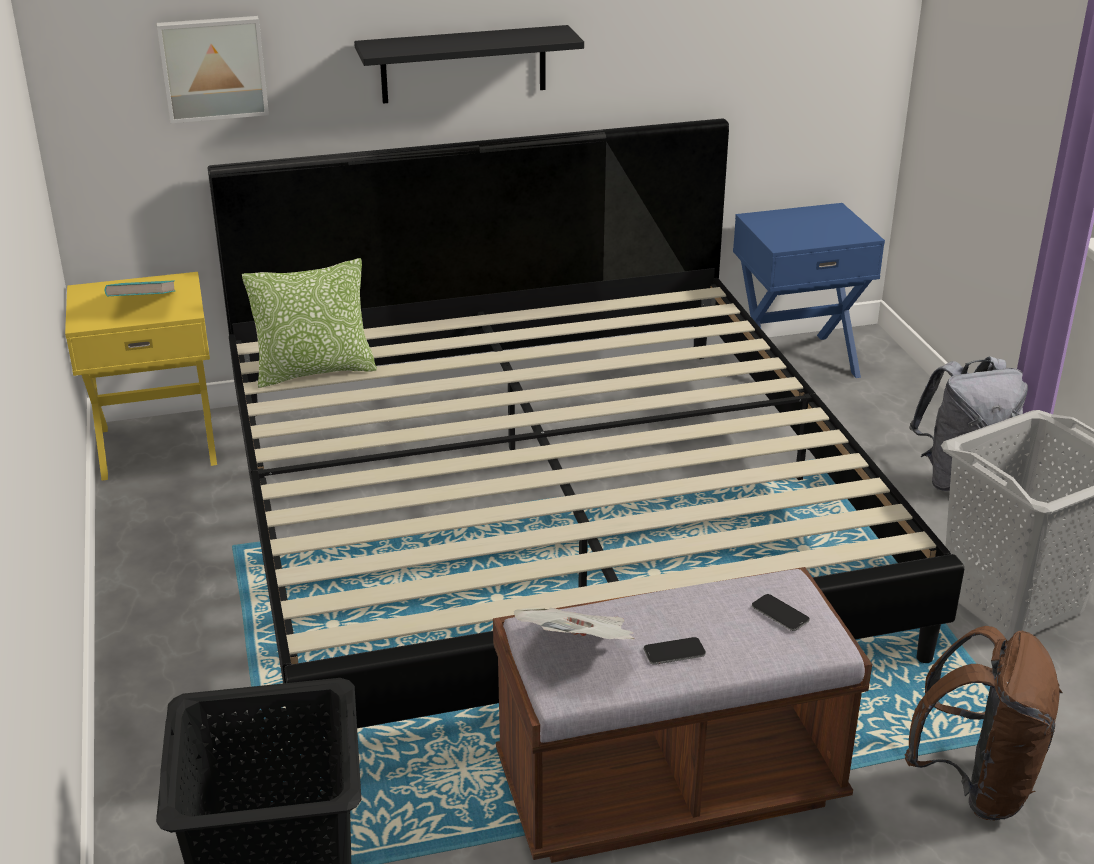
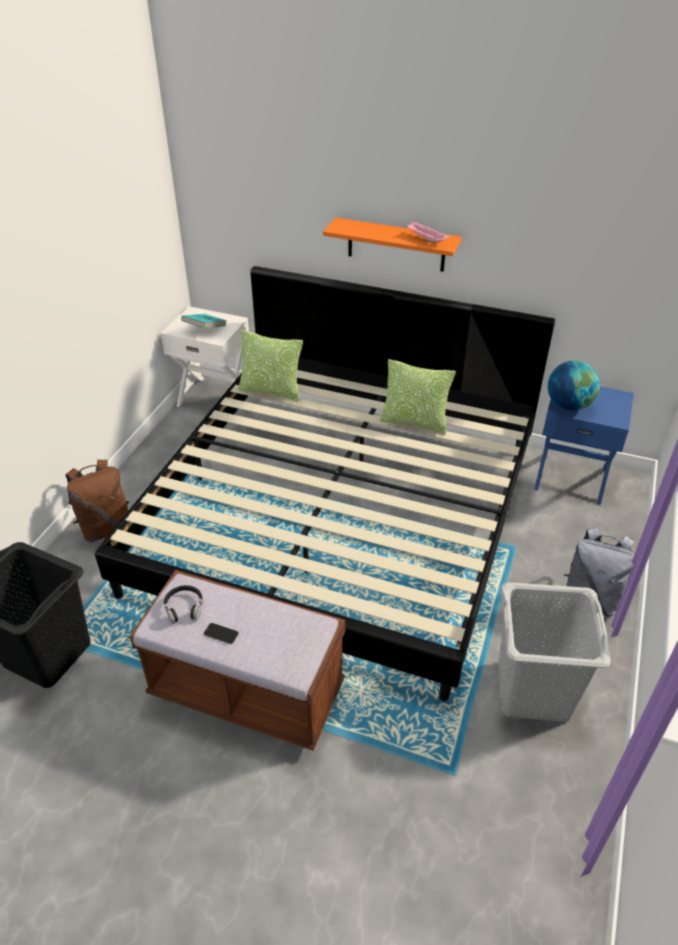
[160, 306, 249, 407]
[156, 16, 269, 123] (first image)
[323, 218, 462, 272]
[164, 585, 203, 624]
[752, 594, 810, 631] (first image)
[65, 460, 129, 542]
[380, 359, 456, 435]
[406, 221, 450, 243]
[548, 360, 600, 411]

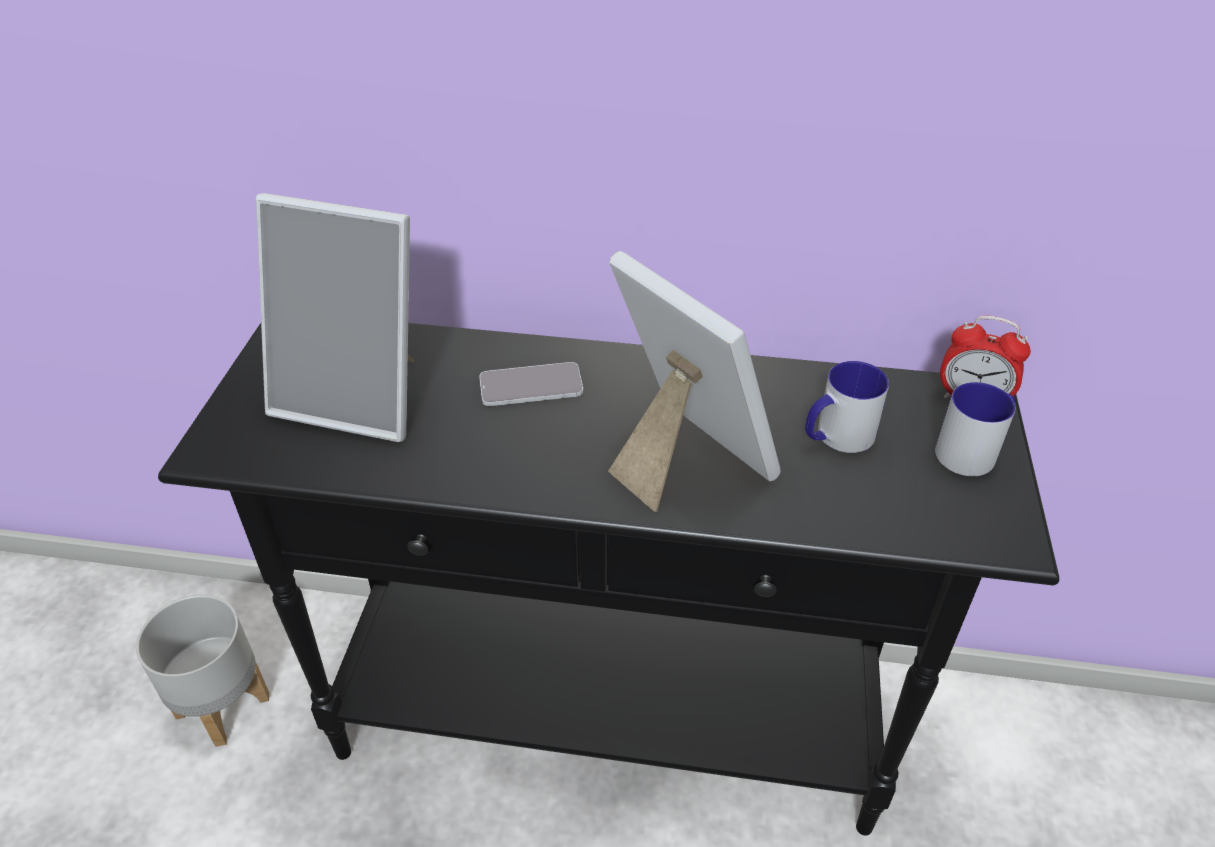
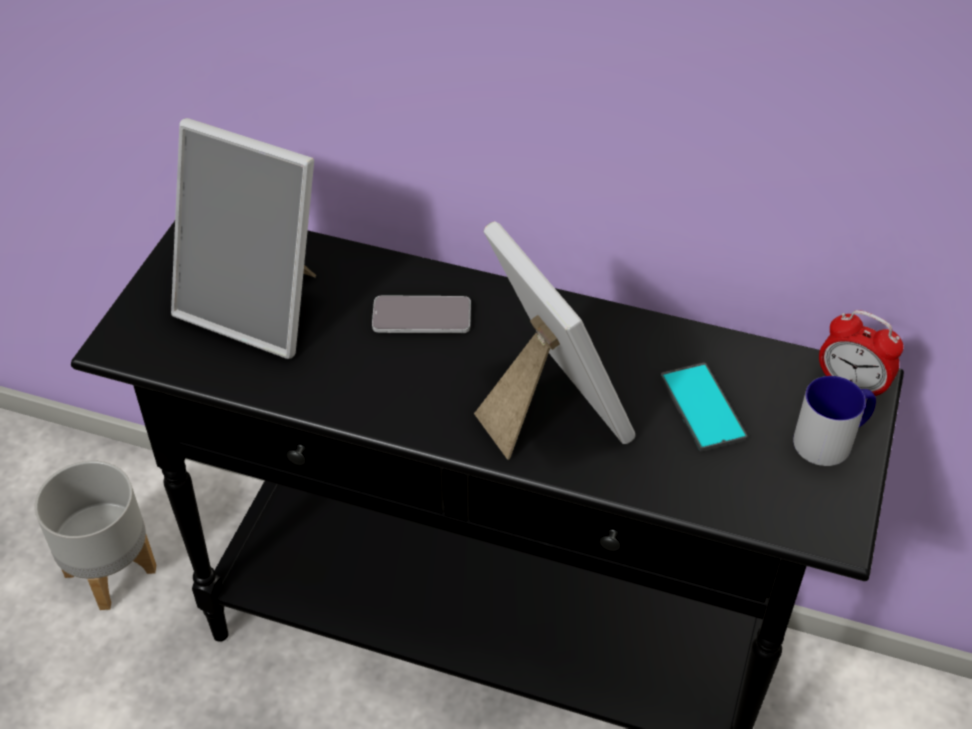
[660, 363, 747, 452]

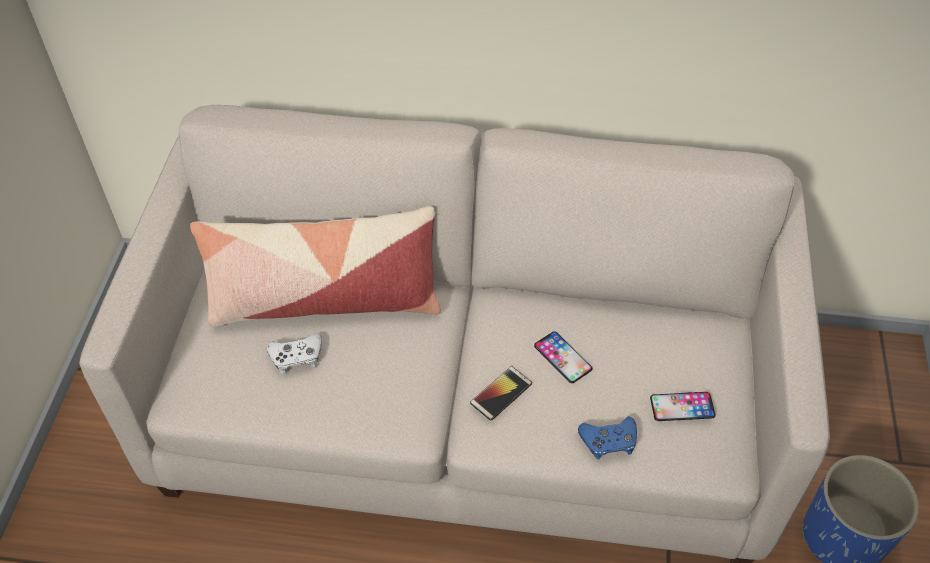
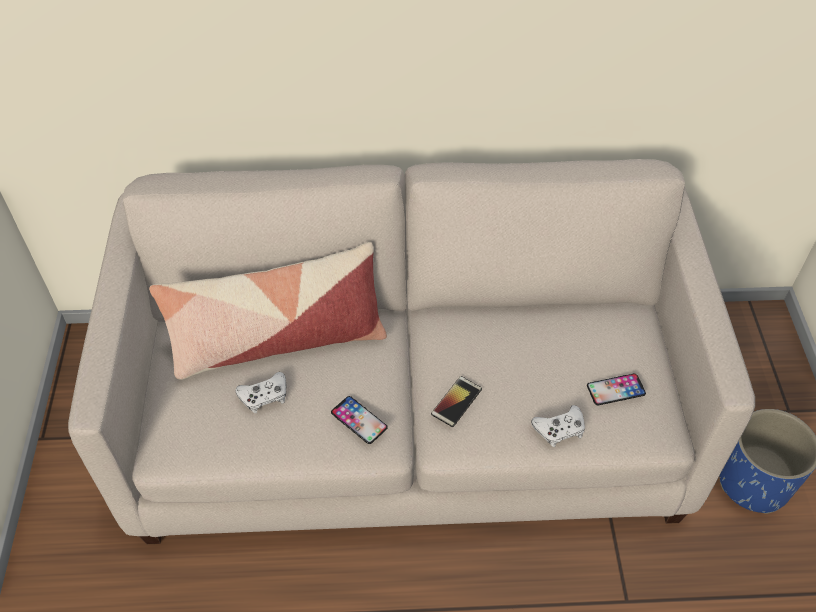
[331, 396, 388, 444]
[531, 405, 585, 447]

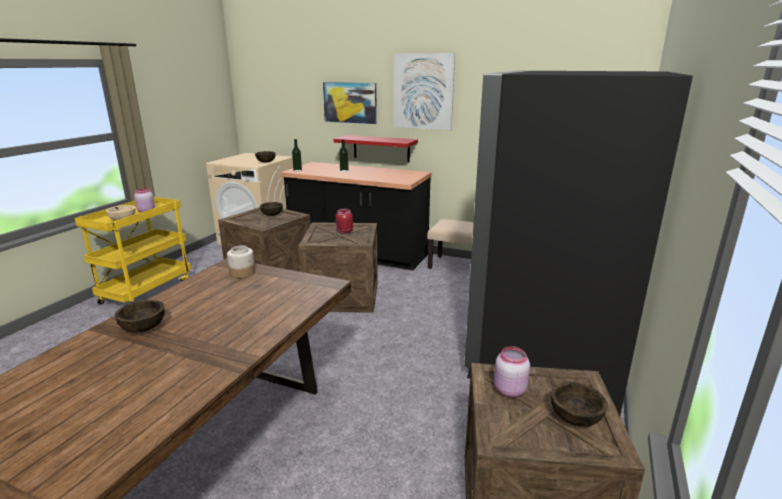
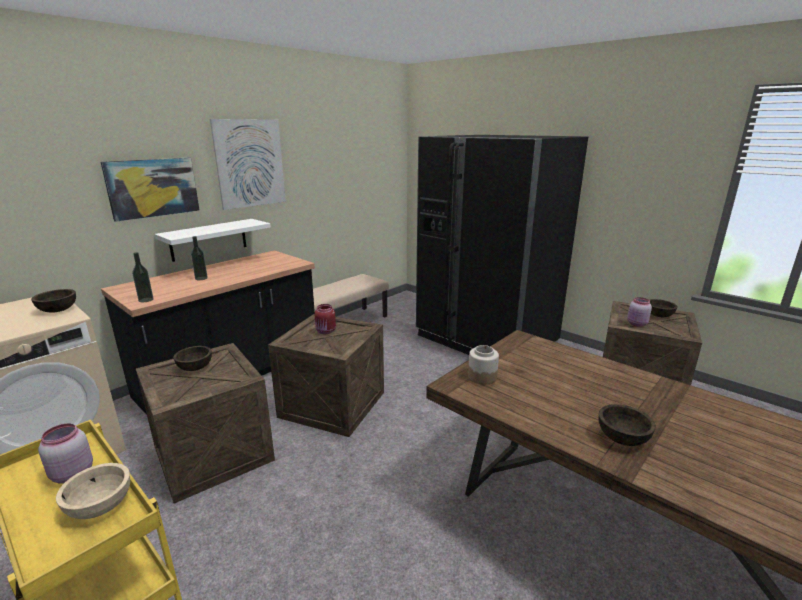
[155, 219, 271, 262]

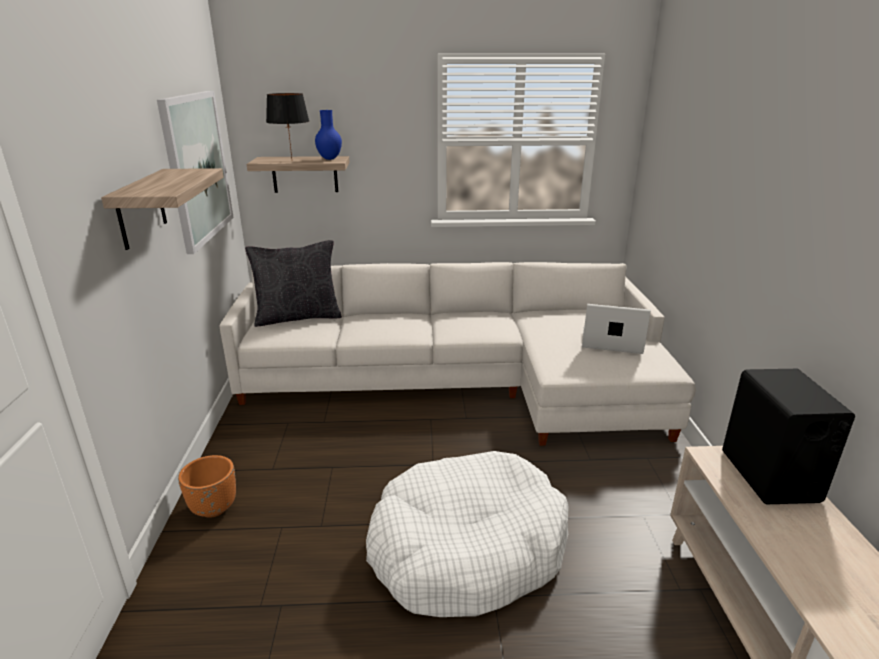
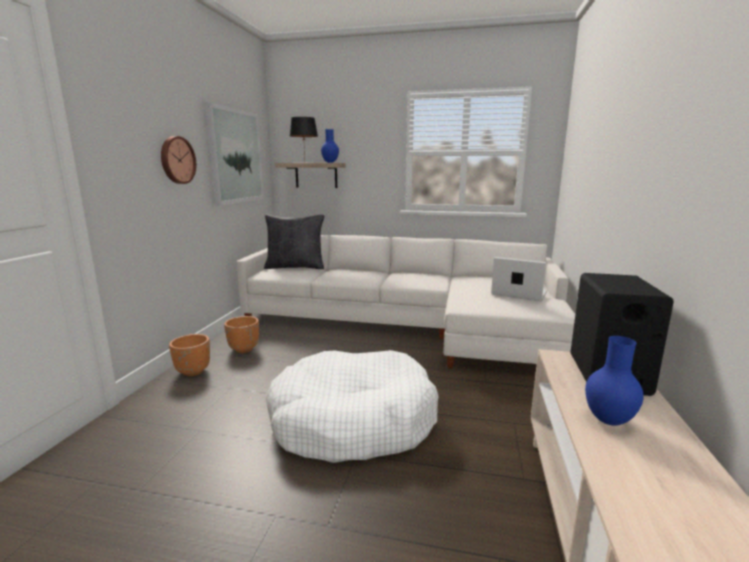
[161, 136, 196, 184]
[224, 316, 259, 353]
[585, 336, 644, 425]

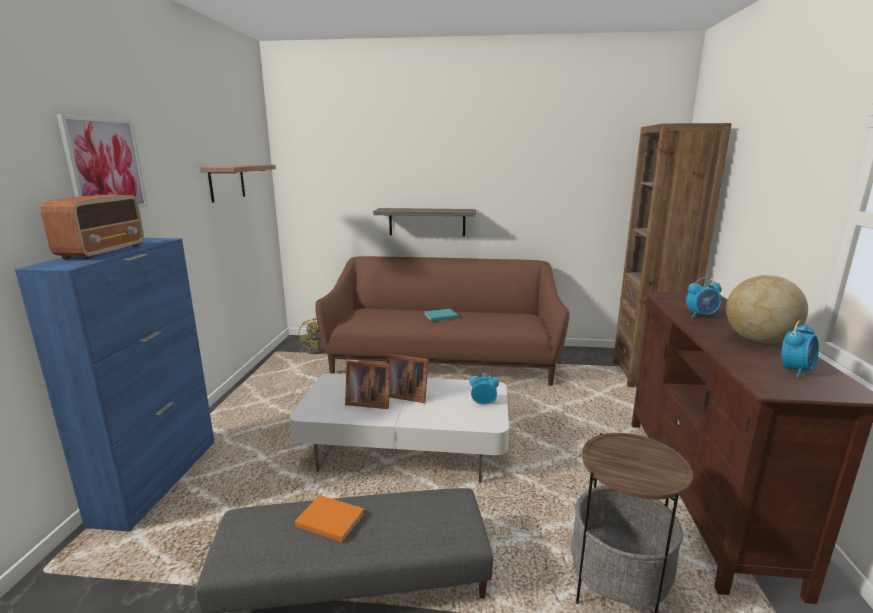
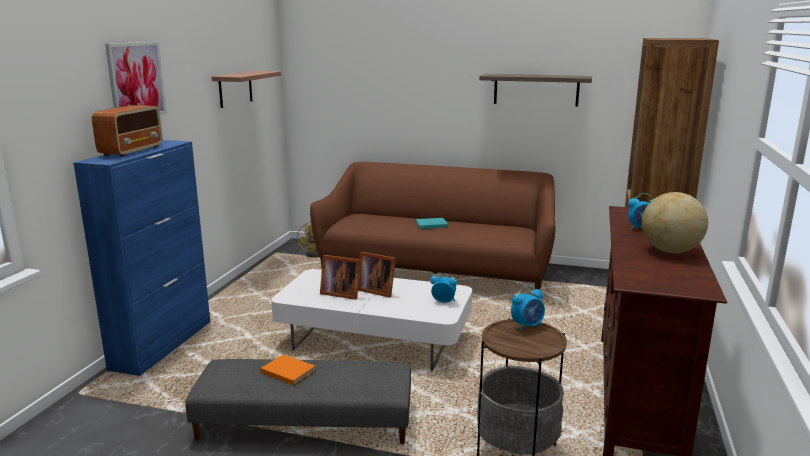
[479, 74, 592, 106]
[511, 285, 545, 331]

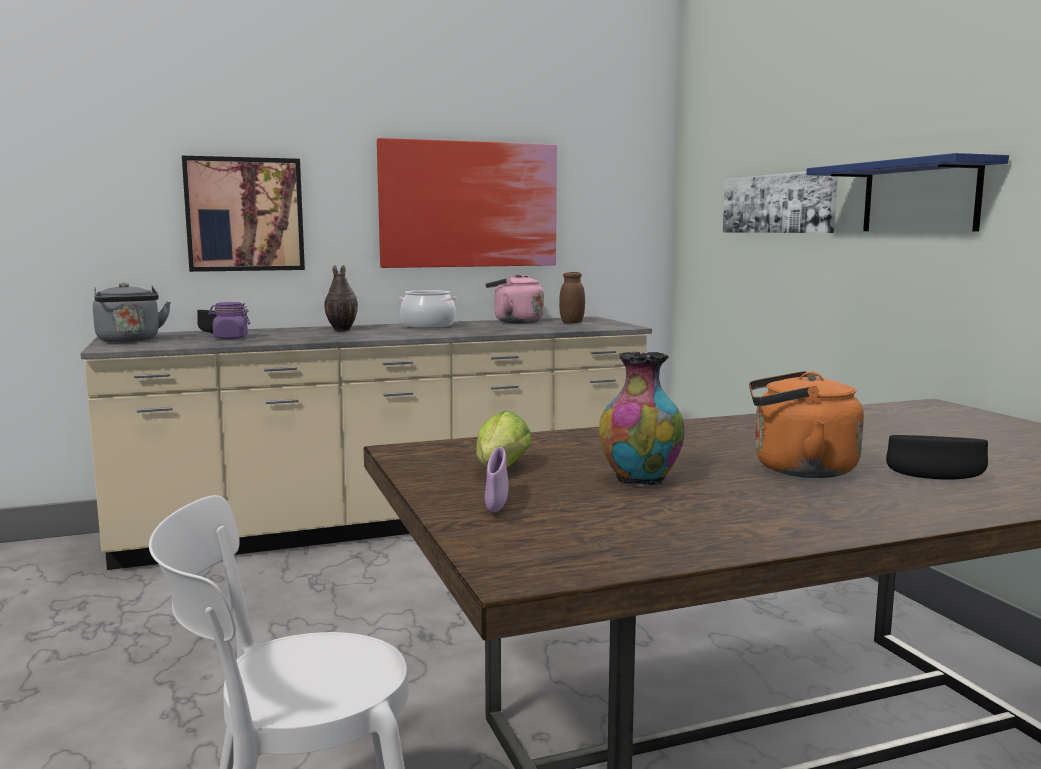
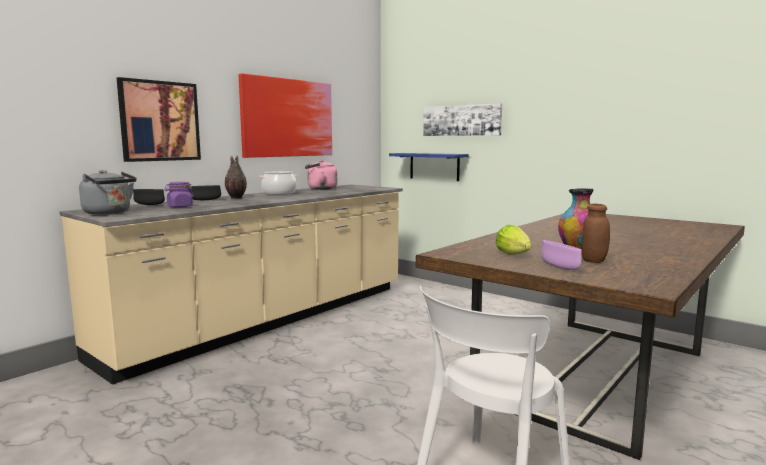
[581, 204, 610, 263]
[749, 371, 864, 478] (first image)
[389, 153, 469, 181]
[190, 185, 221, 200]

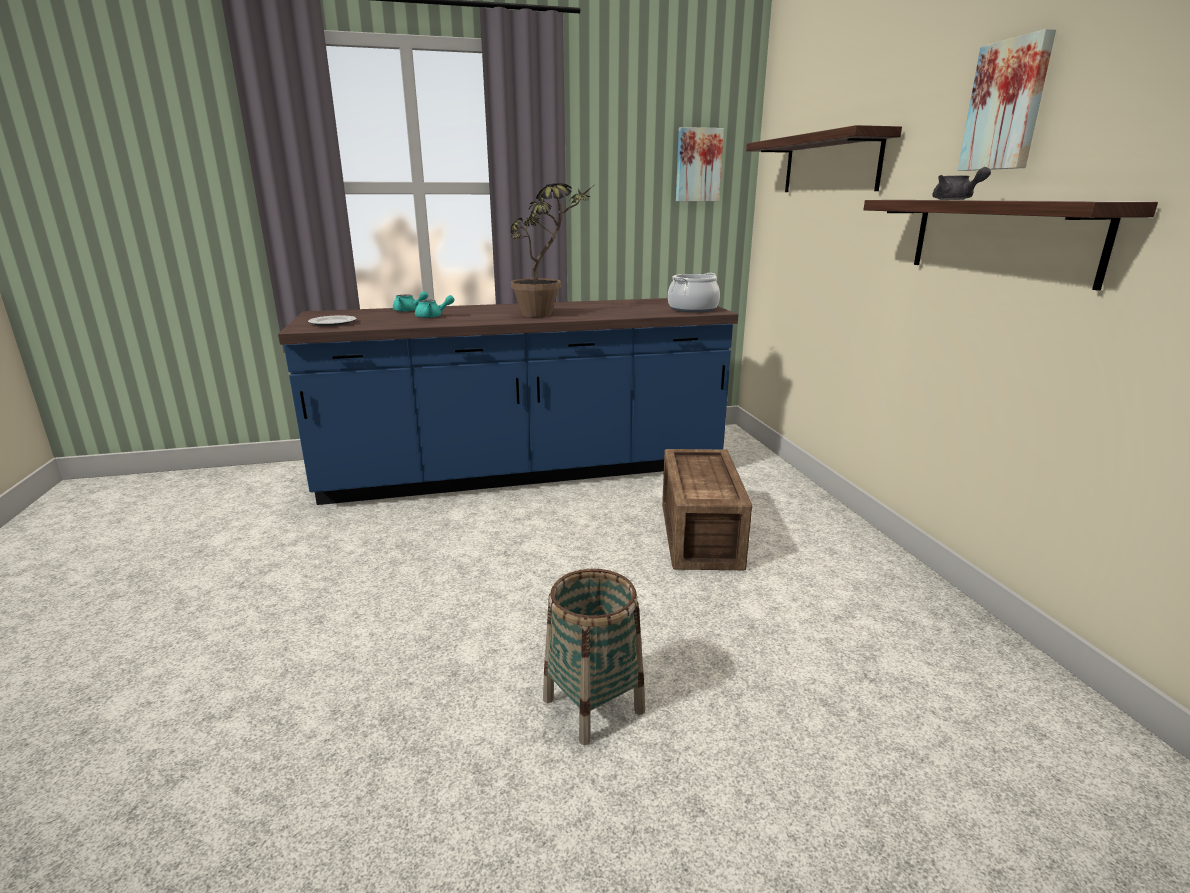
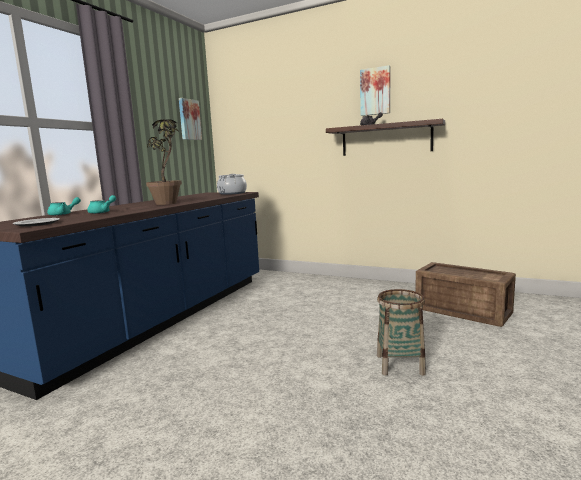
[415, 262, 516, 327]
[746, 125, 902, 192] (first image)

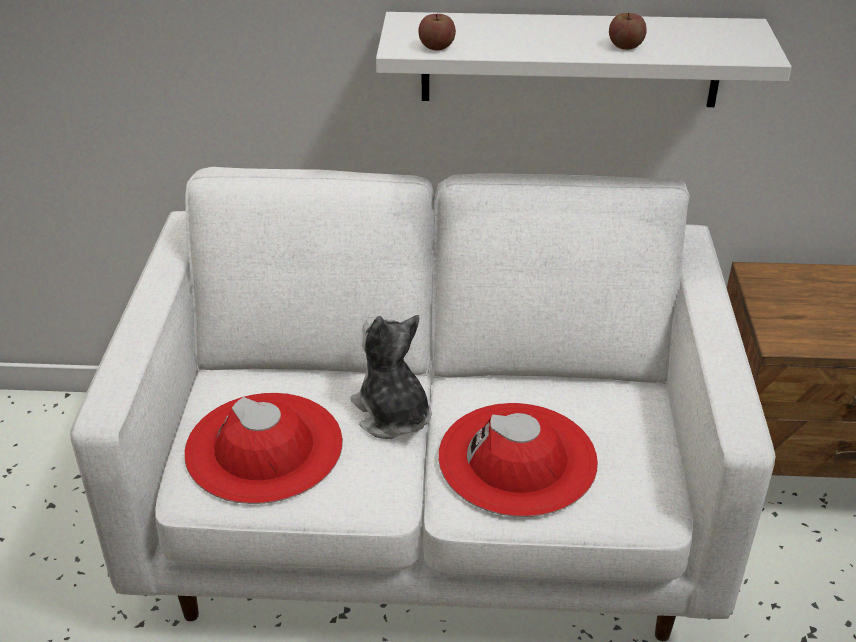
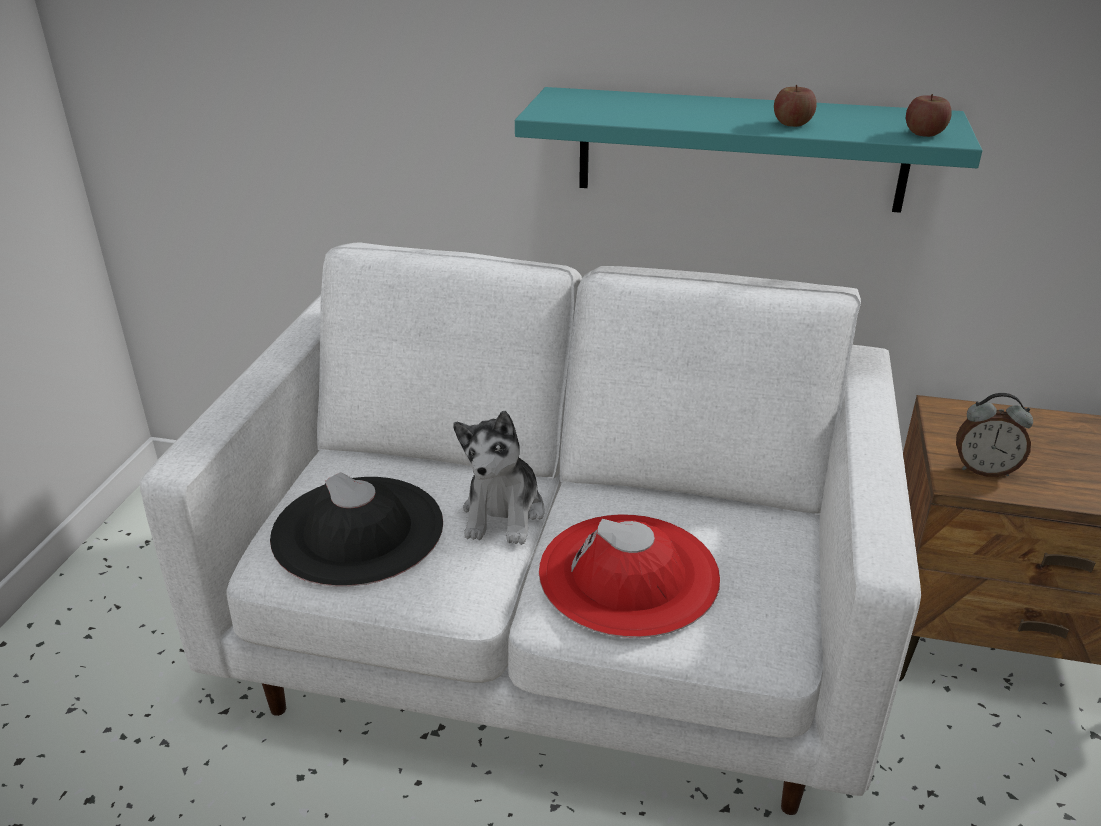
[270, 472, 443, 587]
[453, 411, 545, 545]
[515, 87, 982, 213]
[906, 94, 952, 137]
[956, 393, 1033, 477]

